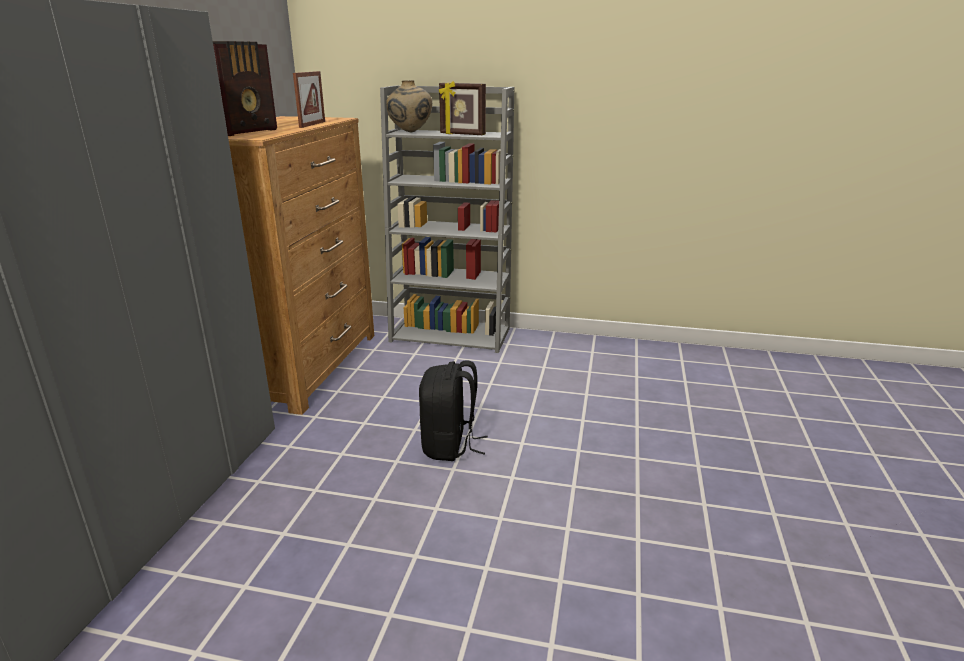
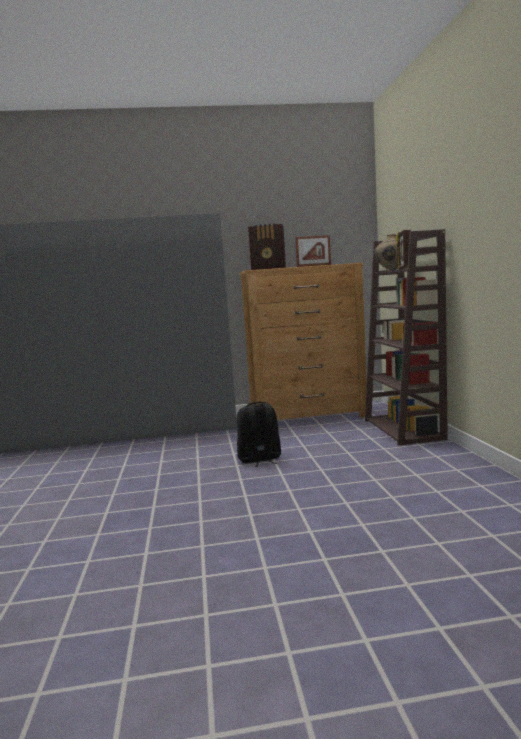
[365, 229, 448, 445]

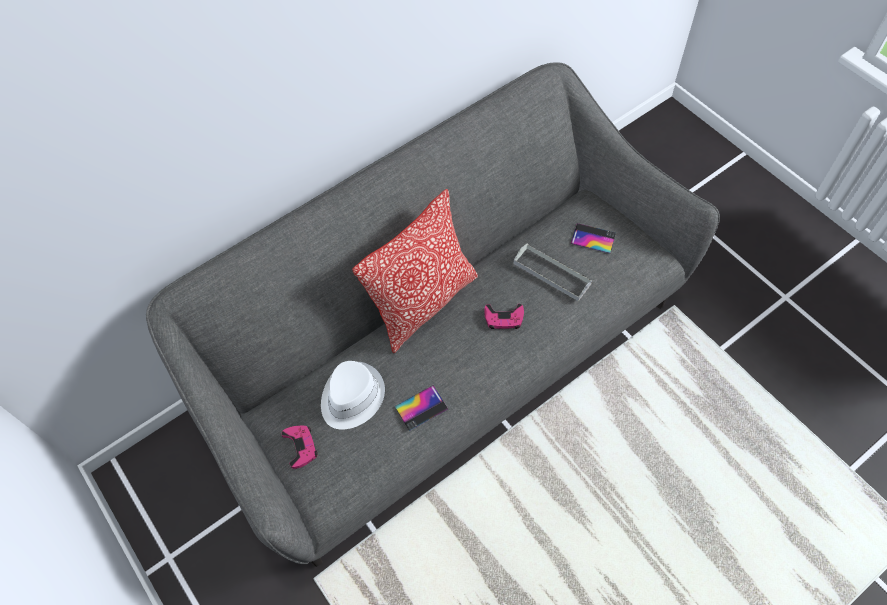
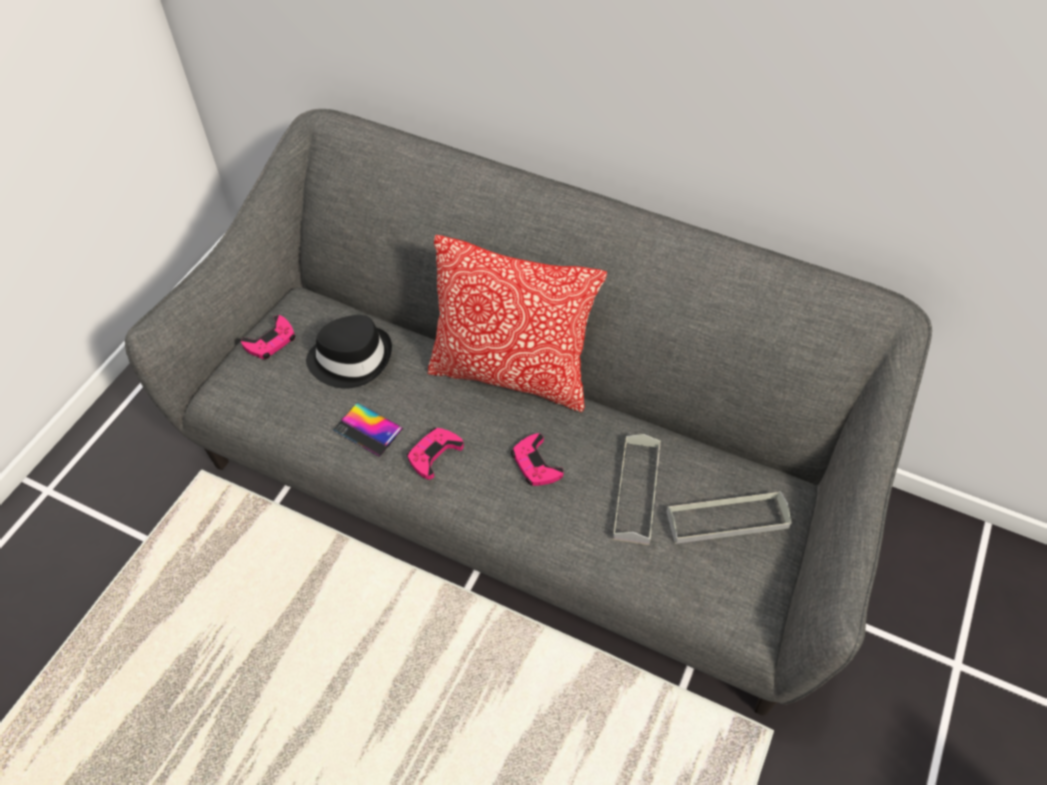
[306, 315, 392, 389]
[666, 491, 791, 544]
[407, 428, 464, 480]

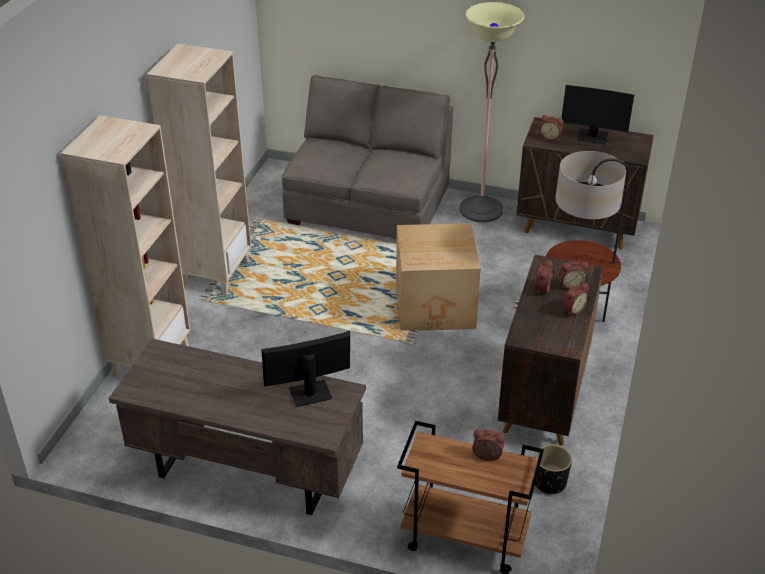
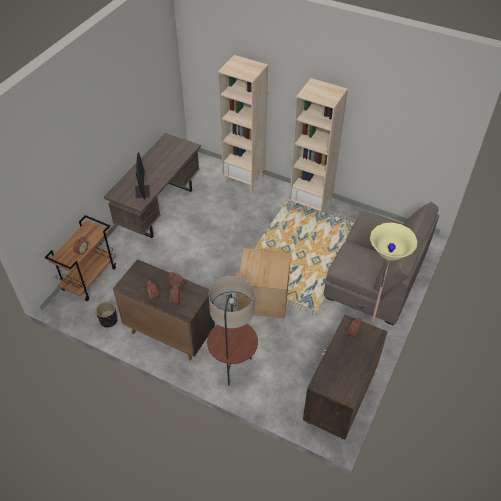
[561, 85, 634, 144] (first image)

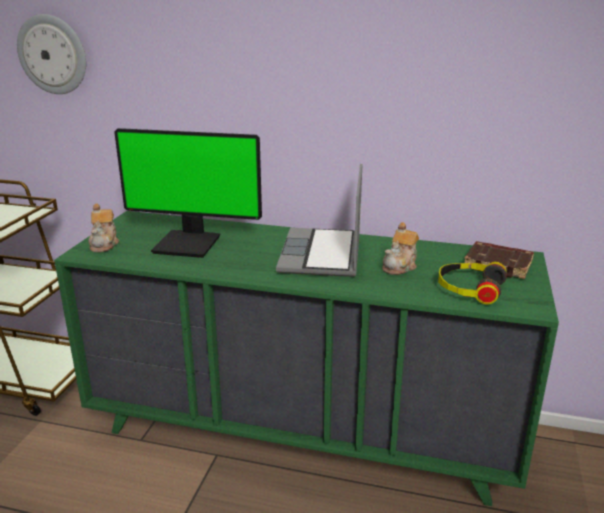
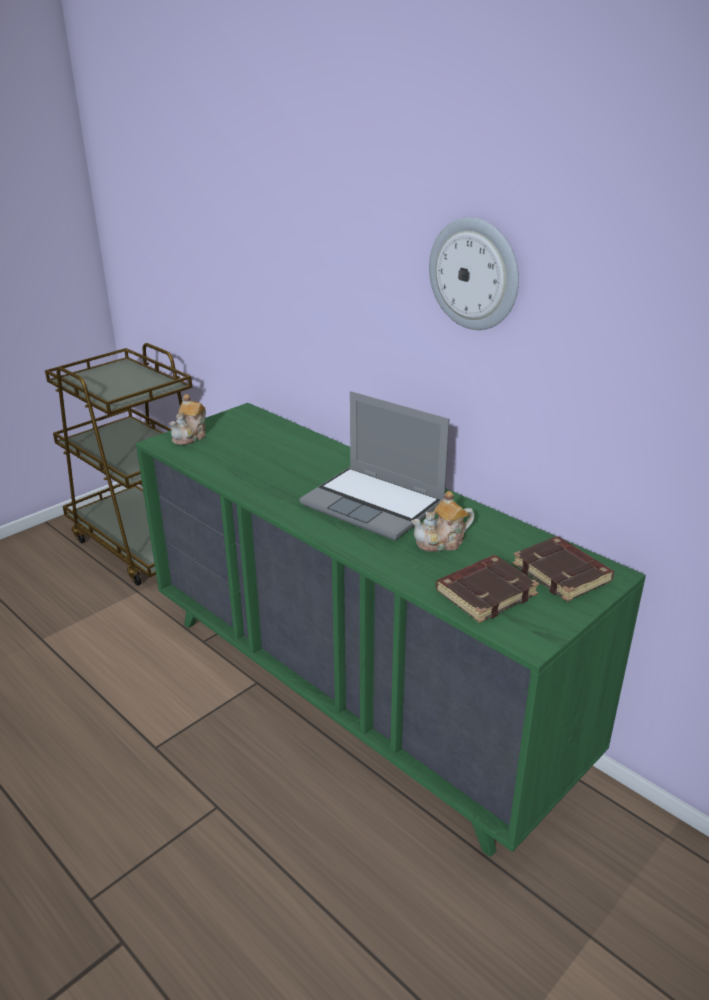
[429, 217, 519, 330]
[114, 128, 262, 258] (first image)
[300, 391, 449, 540]
[436, 555, 540, 623]

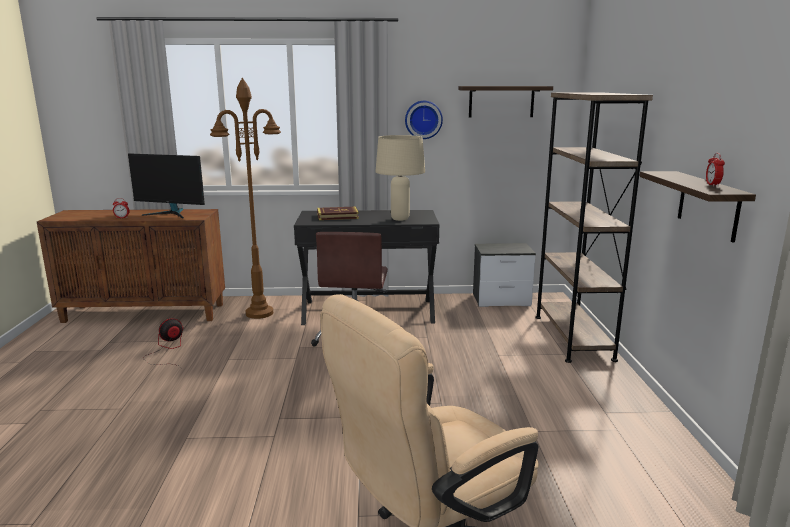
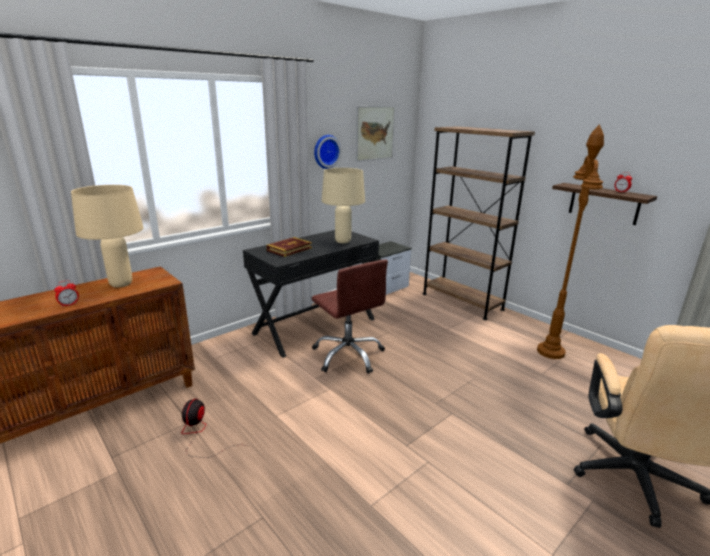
[71, 185, 144, 287]
[537, 124, 604, 359]
[356, 106, 395, 162]

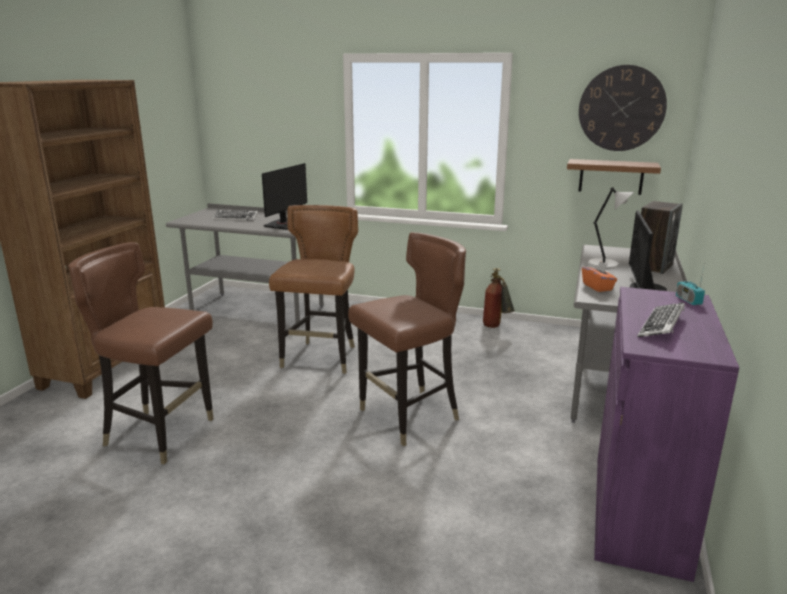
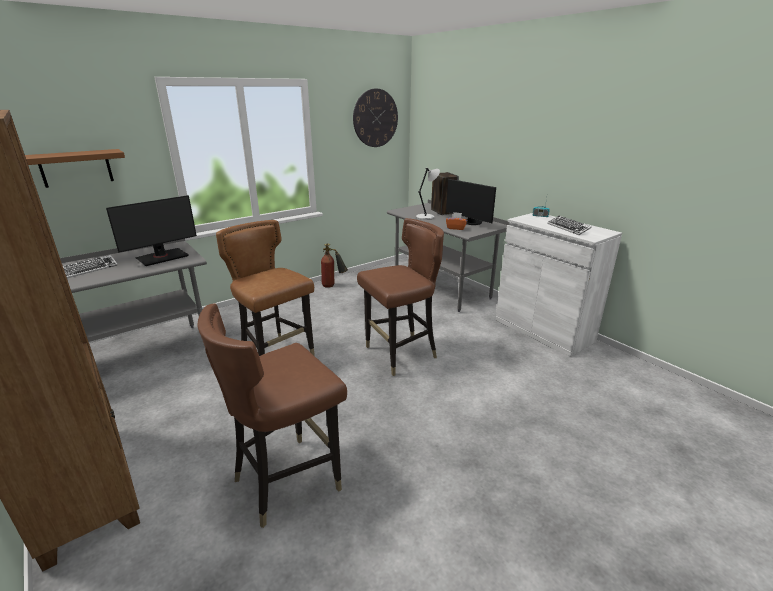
[106, 195, 197, 266]
[357, 218, 444, 376]
[25, 149, 125, 188]
[496, 213, 622, 357]

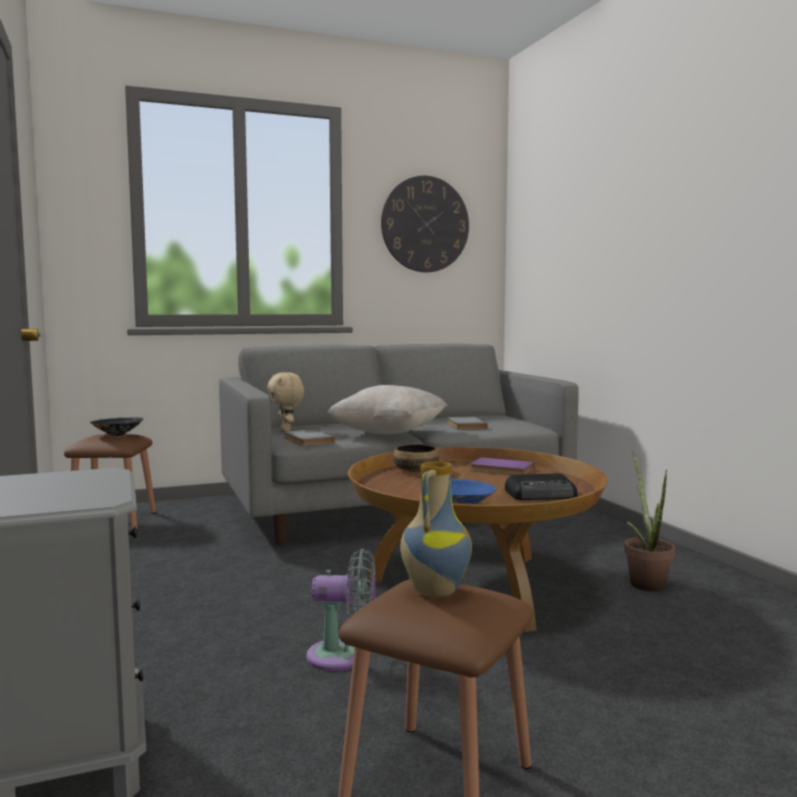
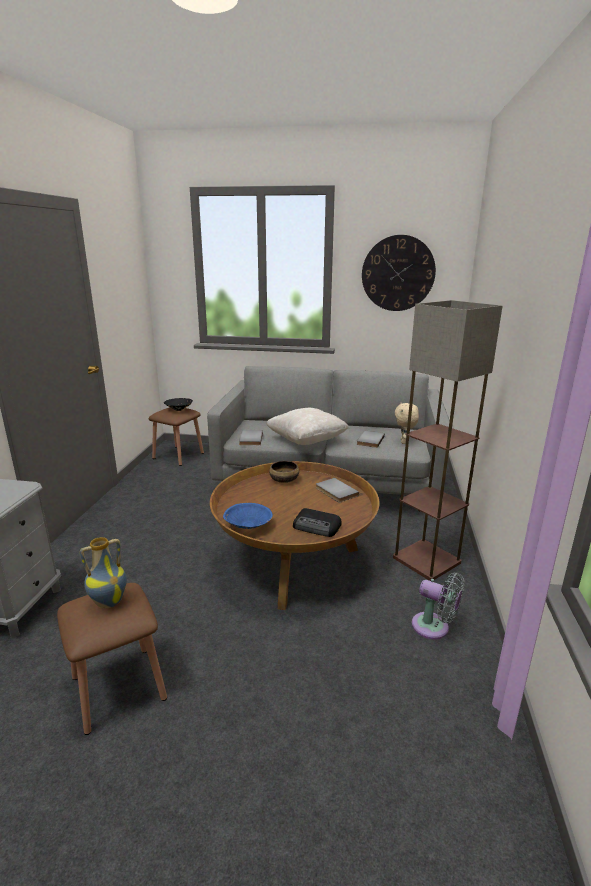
[395, 403, 419, 444]
[412, 573, 464, 639]
[316, 478, 359, 503]
[624, 451, 675, 591] (first image)
[393, 300, 502, 581]

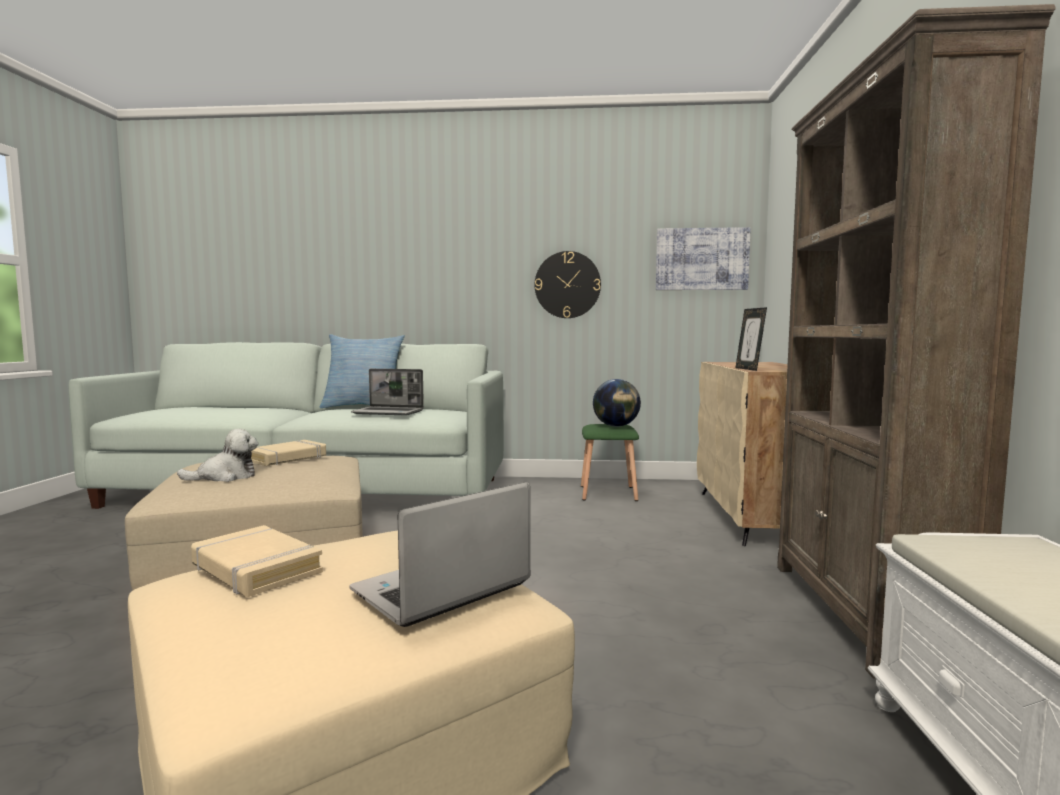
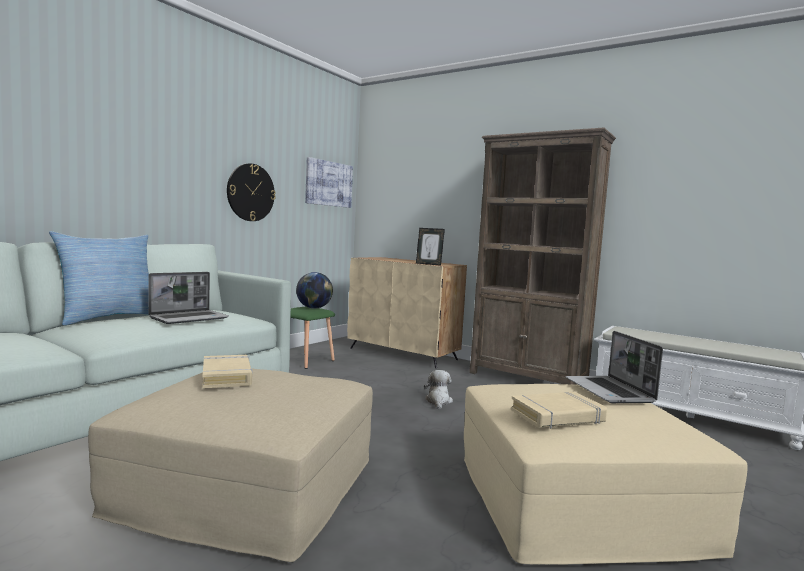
[424, 370, 453, 409]

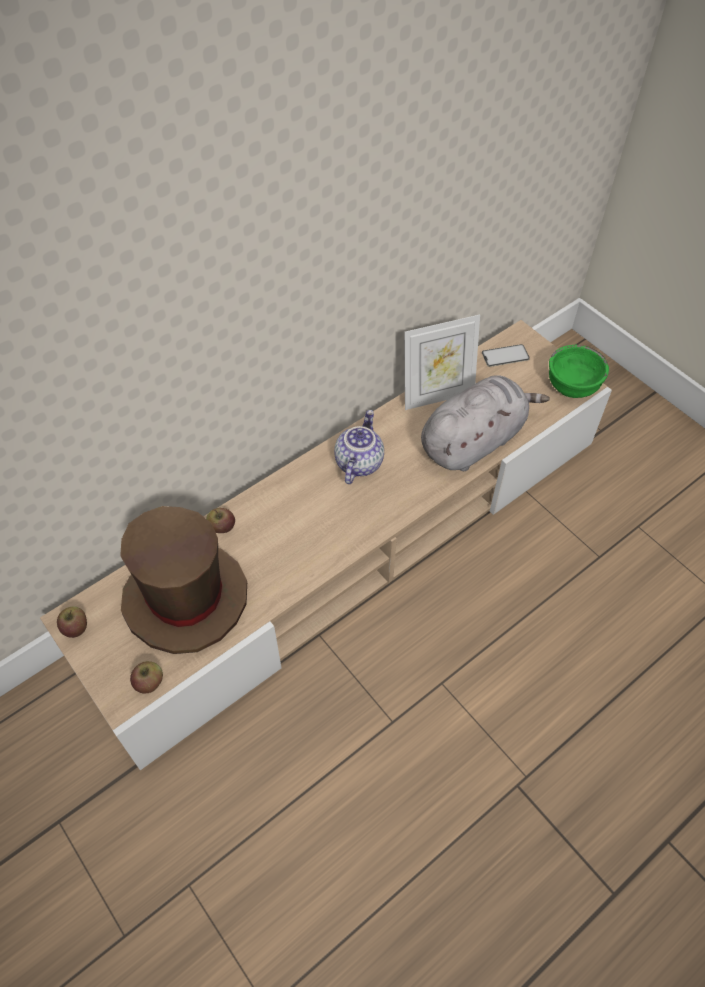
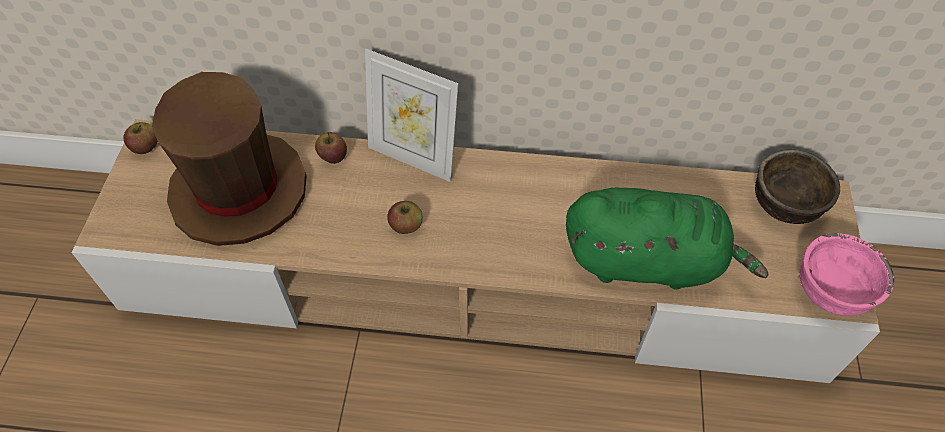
[387, 201, 423, 234]
[334, 410, 384, 484] (first image)
[365, 49, 459, 182]
[566, 188, 769, 290]
[755, 149, 840, 224]
[800, 233, 894, 316]

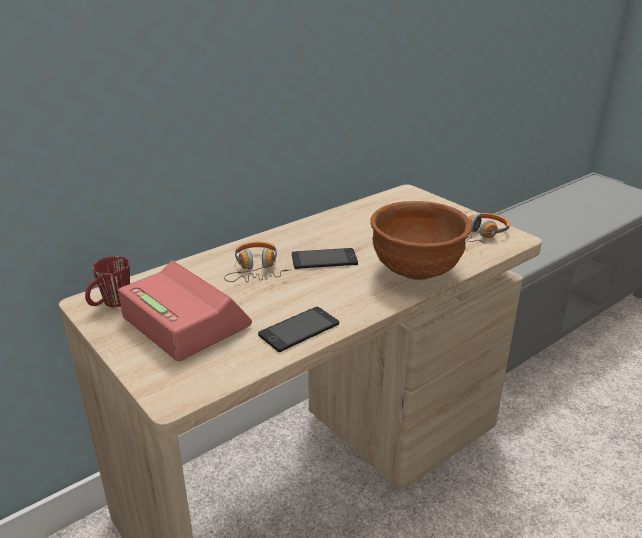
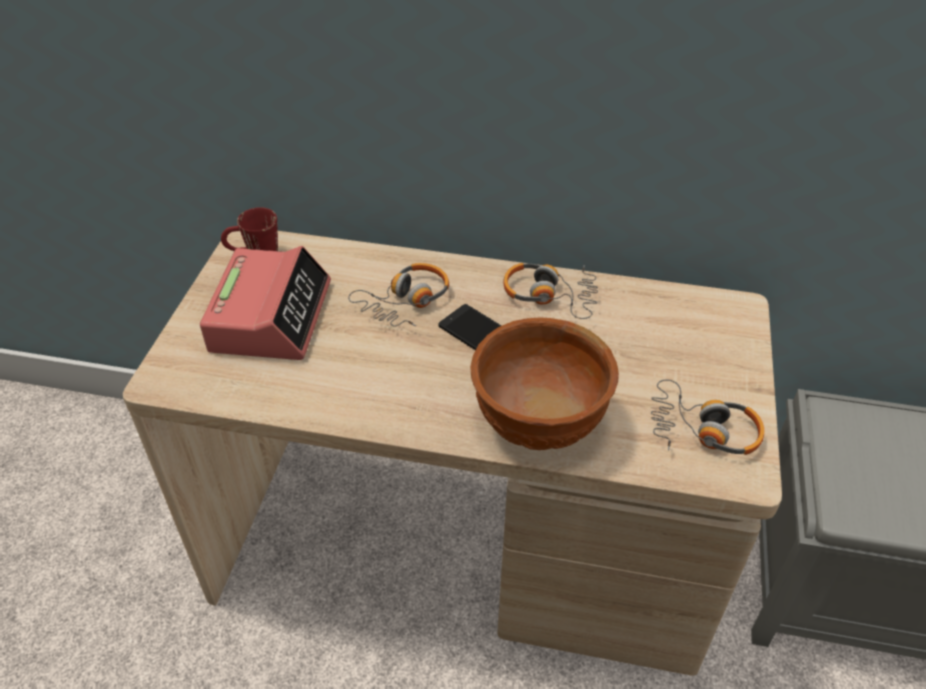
[258, 307, 339, 352] (first image)
[503, 263, 598, 319]

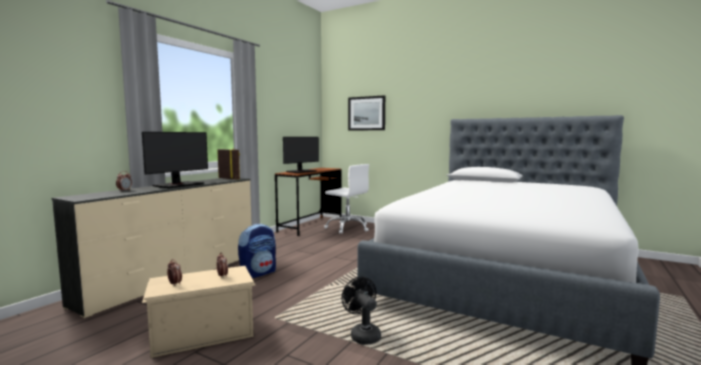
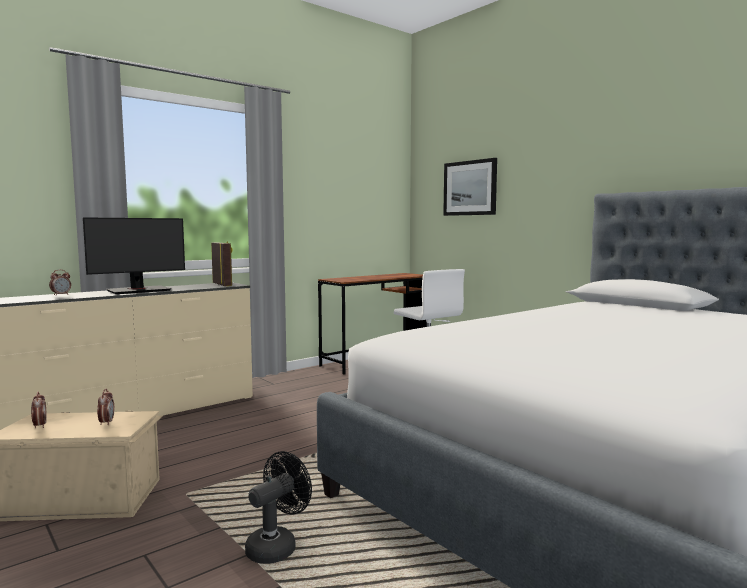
[238, 223, 276, 278] (first image)
[283, 137, 319, 173] (first image)
[245, 451, 312, 564]

